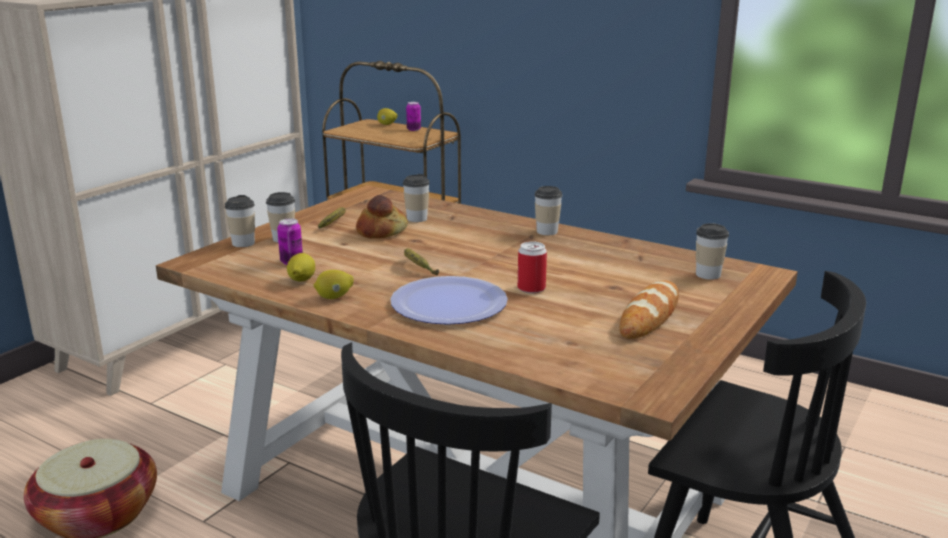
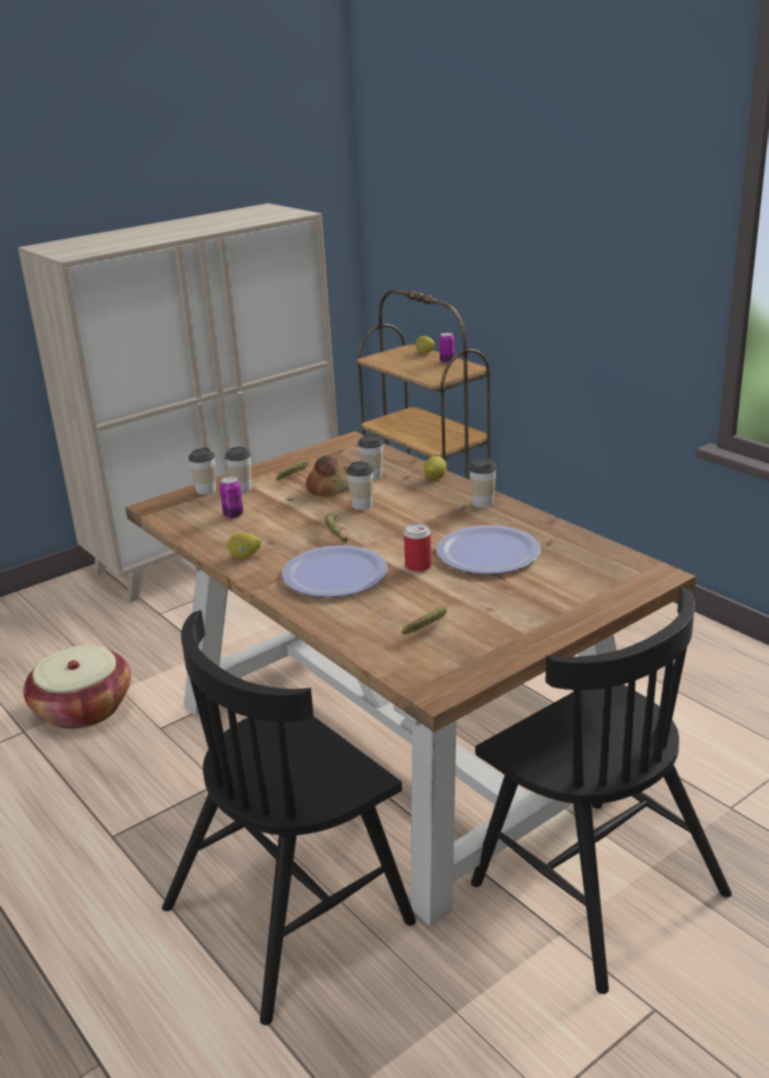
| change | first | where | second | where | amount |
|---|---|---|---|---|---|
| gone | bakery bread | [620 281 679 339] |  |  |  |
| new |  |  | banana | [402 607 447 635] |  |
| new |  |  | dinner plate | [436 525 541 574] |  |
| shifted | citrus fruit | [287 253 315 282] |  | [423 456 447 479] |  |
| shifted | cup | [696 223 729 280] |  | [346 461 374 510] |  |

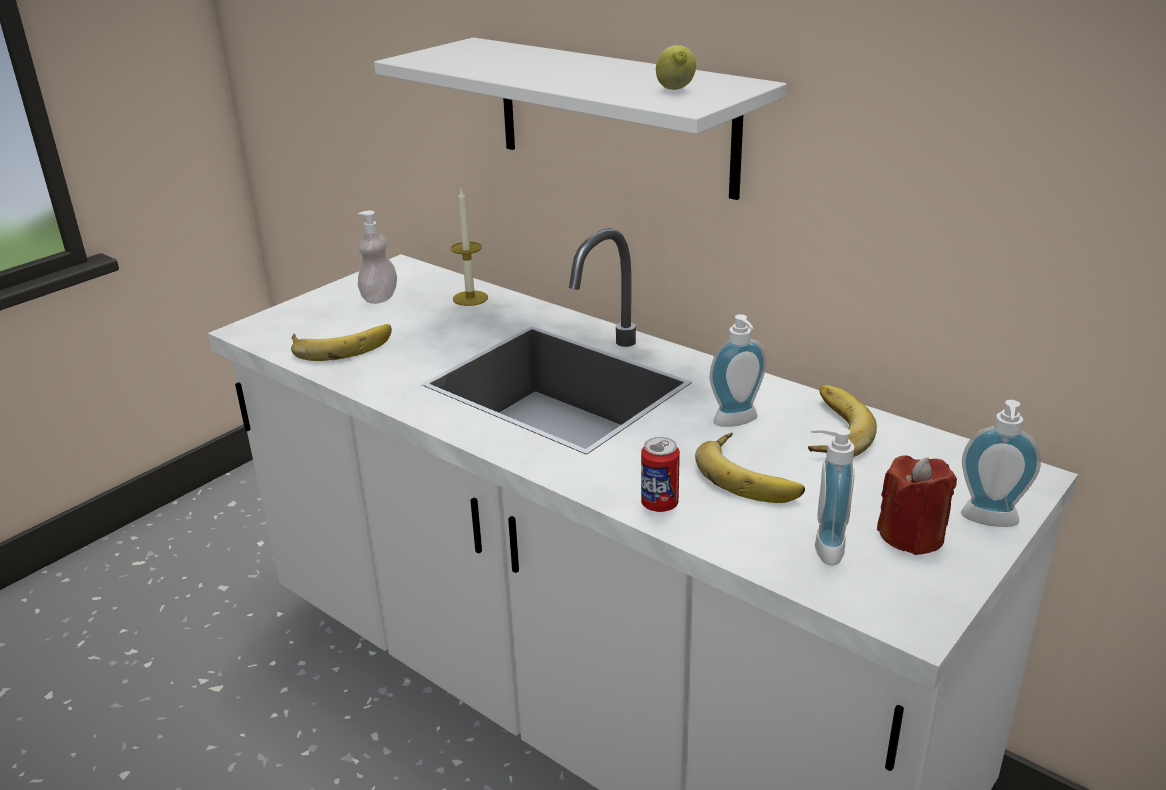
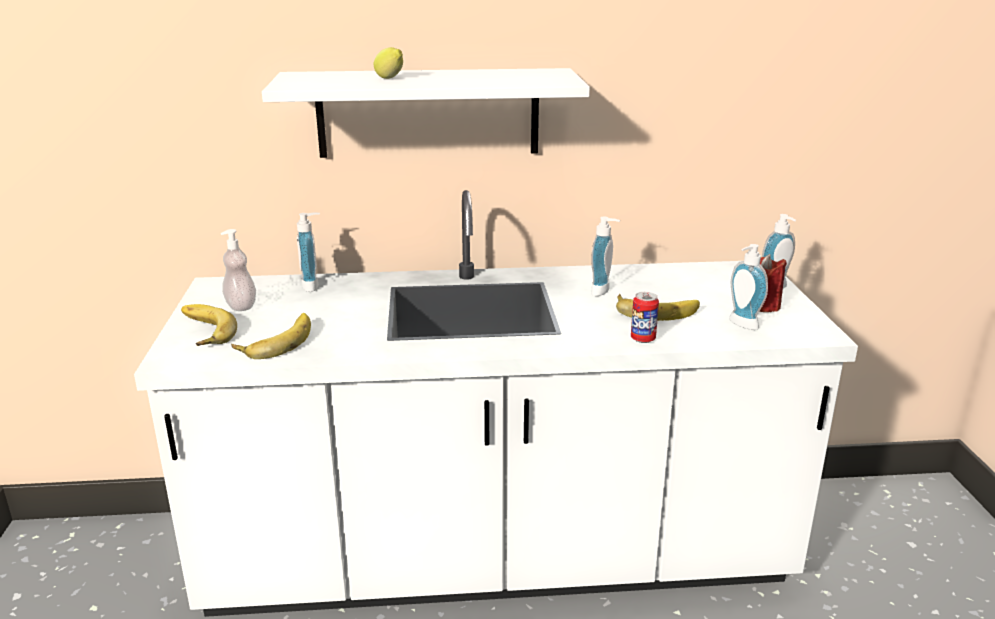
| change | first | where | second | where | amount |
|---|---|---|---|---|---|
| shifted | citrus fruit | [656 45 696 90] |  | [374 47 403 79] |  |
| shifted | banana | [808 385 877 457] |  | [181 304 237 346] |  |
| swapped | candle | [451 189 488 306] | soap bottle | [297 212 320 292] |  |

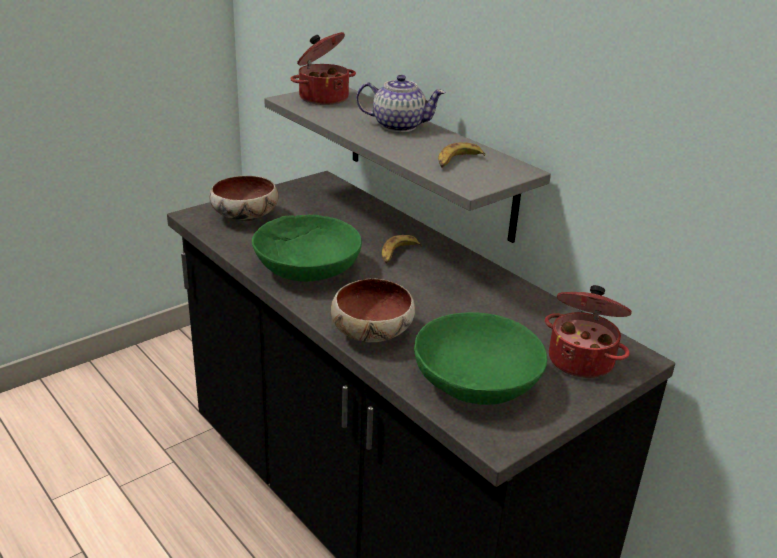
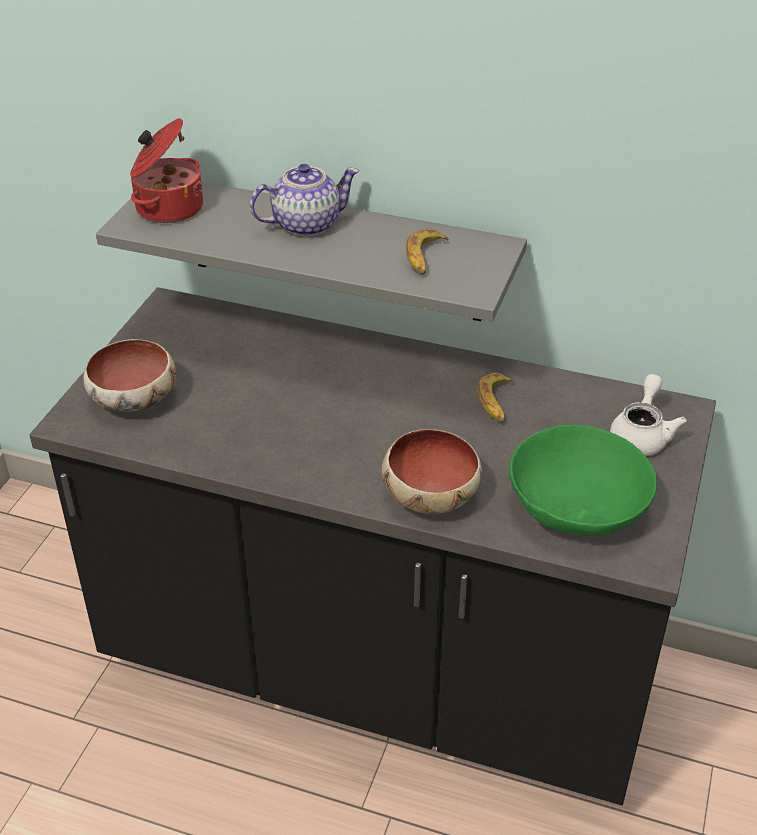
| change | first | where | second | where | amount |
|---|---|---|---|---|---|
| gone | greenish serving bowl | [252 215 362 282] |  |  |  |
| shifted | banana | [382 235 422 264] |  | [477 372 514 423] |  |
| swapped | saucepot | [545 285 632 378] | white tea pot | [610 374 687 456] |  |

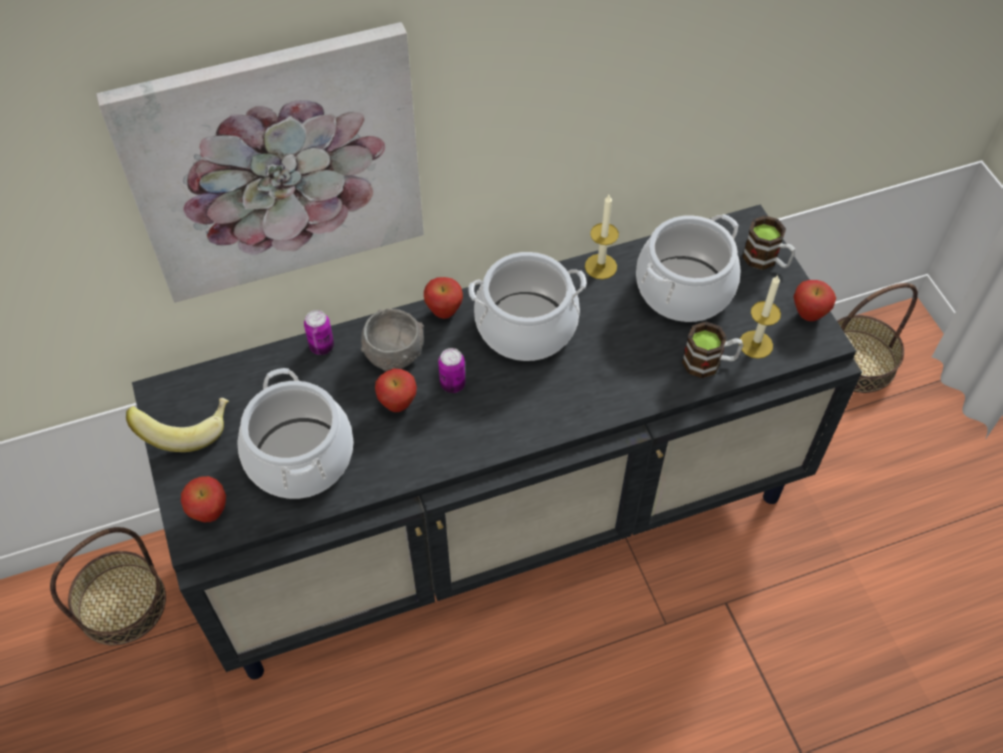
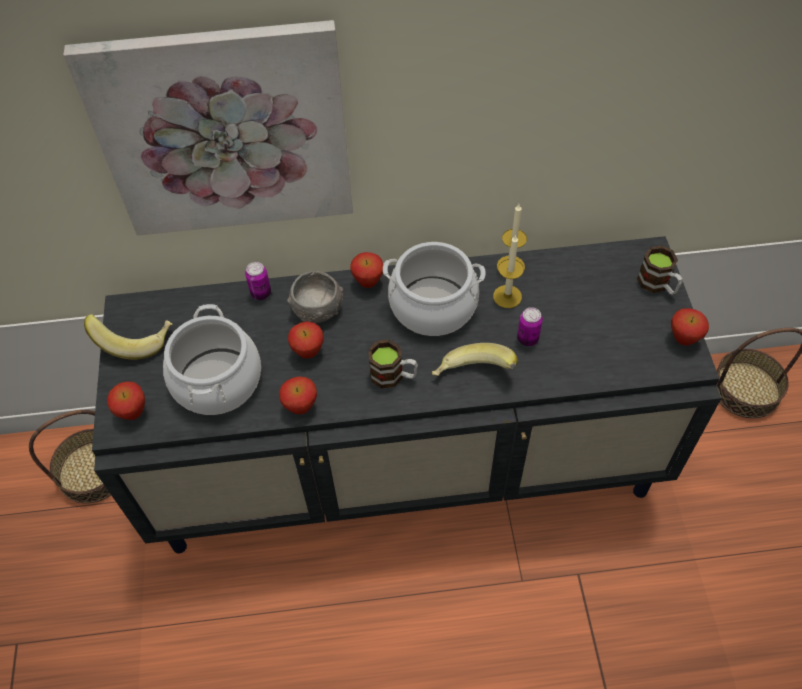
| change | first | where | second | where | amount |
|---|---|---|---|---|---|
| gone | saucepot | [636 214 741 322] |  |  |  |
| new |  |  | apple | [279 376 317 414] |  |
| new |  |  | banana | [432 343 518 376] |  |
| shifted | can | [438 348 466 393] |  | [517 307 543 346] |  |
| shifted | coffee mug | [682 322 743 378] |  | [368 339 418 389] |  |
| shifted | candle | [739 275 781 359] |  | [493 234 524 308] |  |

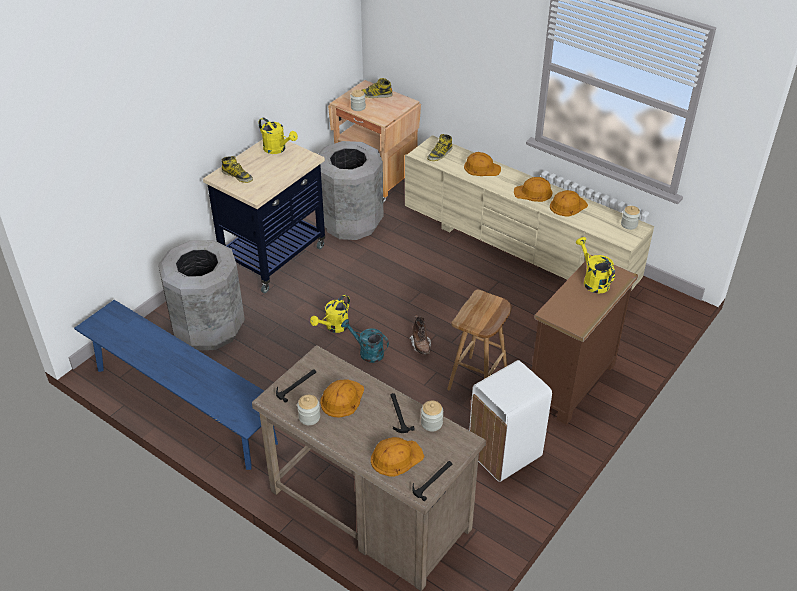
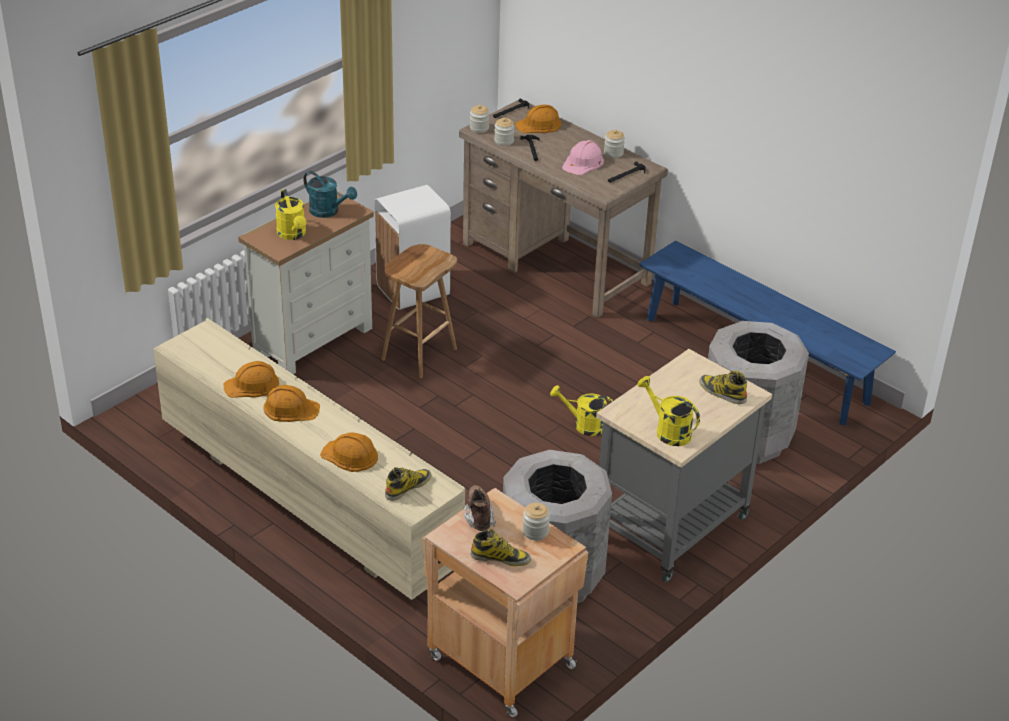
| change | first | where | second | where | amount |
|---|---|---|---|---|---|
| shifted | turquoise watering can | [341 319 389 363] |  | [303 171 357 218] |  |
| shifted | brownish high-top boot | [409 315 431 355] |  | [464 485 496 531] |  |
| shifted | storage jar | [621 206 640 230] |  | [470 105 490 133] |  |
| repainted | blue-coloured cart | [203 139 325 293] | grey cart | [596 349 772 583] |  |
| repainted | orange-coloured hard hat | [320 379 364 417] | pinkish hard hat | [562 140 604 175] |  |
| repainted | brownish drawer chest | [532 254 638 425] | white drawer chest | [238 191 374 374] |  |
| rotated | yellow watering can | [310 295 350 333] |  | [550 385 613 436] | 120 degrees counterclockwise |

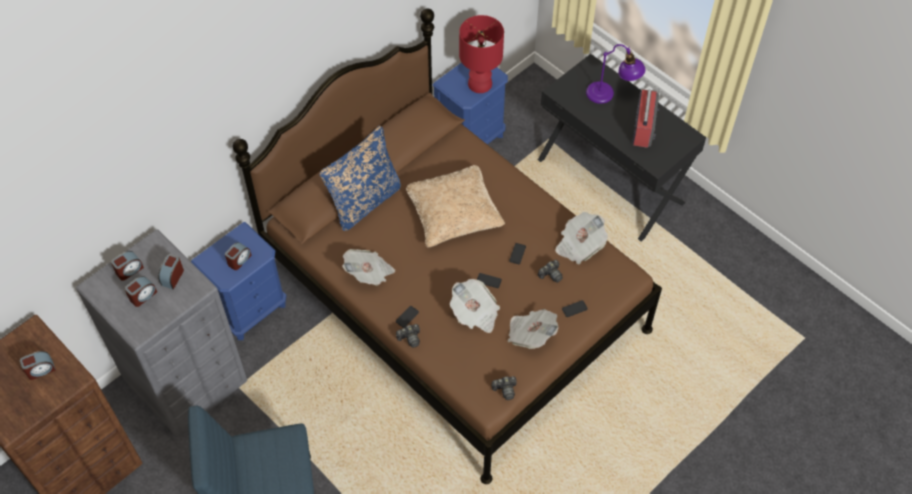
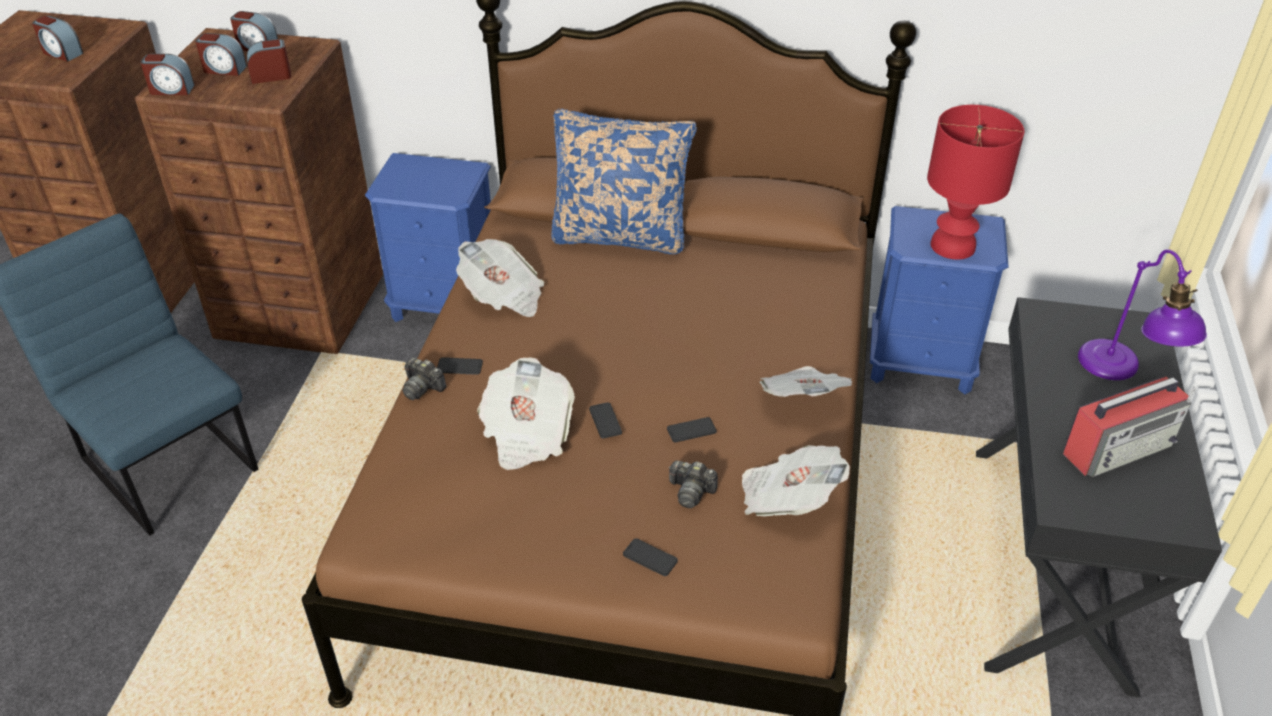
| change | first | where | second | where | amount |
|---|---|---|---|---|---|
| gone | sand-coloured cushion | [406 165 505 248] |  |  |  |
| gone | photo camera | [491 376 517 400] |  |  |  |
| shifted | bedside clock | [225 242 252 270] |  | [140 54 194 95] |  |
| shifted | newspaper | [508 309 559 349] |  | [760 366 852 397] |  |
| repainted | grey drawer chest | [76 230 247 437] | brownish drawer chest | [135 28 383 354] |  |

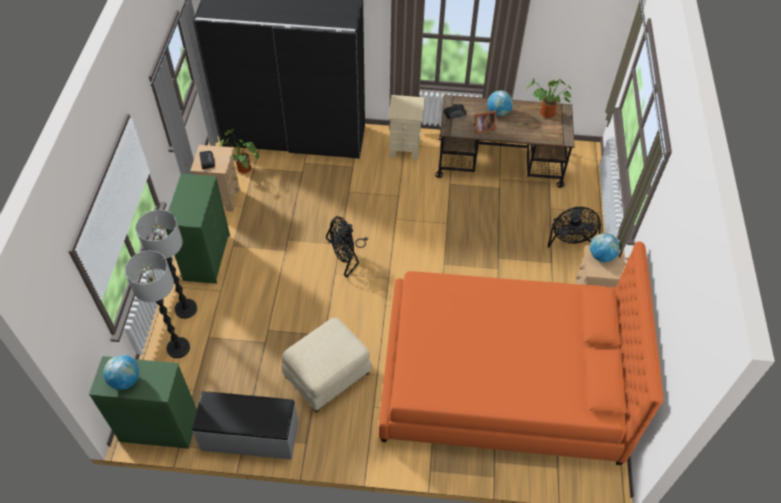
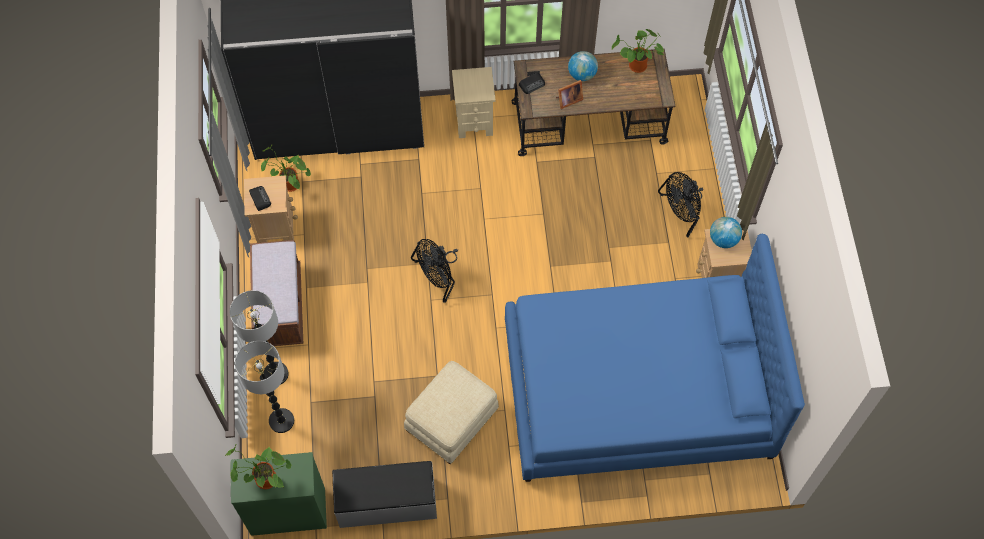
| change | first | where | second | where | amount |
|---|---|---|---|---|---|
| swapped | world globe | [103 355 140 390] | houseplant | [225 445 292 489] |  |
| swapped | greenish drawer chest | [166 174 230 284] | brownish indoor bench | [250 240 303 346] |  |
| repainted | orange-coloured bedroom bed | [379 241 664 465] | blue-coloured bedroom bed | [505 234 805 482] |  |
| rotated | black-coloured fan | [548 206 602 248] |  | [658 172 704 237] | 75 degrees clockwise |

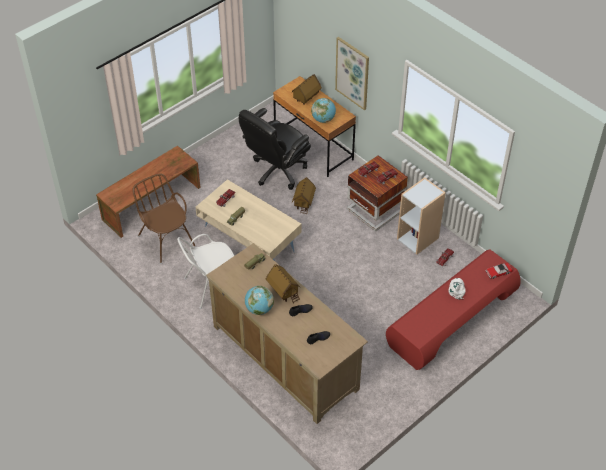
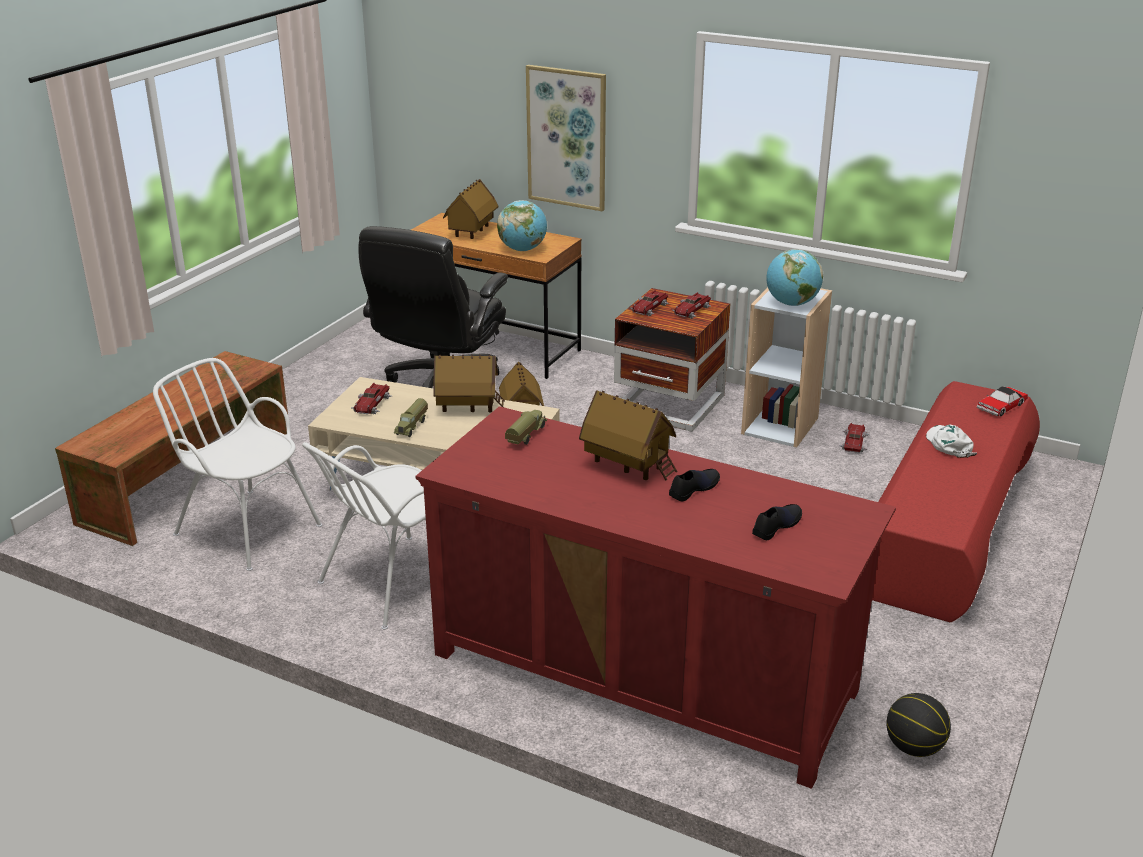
| change | first | where | second | where | amount |
|---|---|---|---|---|---|
| new |  |  | model house | [434 355 505 413] |  |
| new |  |  | basketball | [886 693 951 757] |  |
| shifted | world globe | [245 286 274 315] |  | [766 249 823 306] |  |
| repainted | brownish plain chair | [132 173 196 264] | white plain chair | [153 358 322 571] |  |
| repainted | sand-coloured drawer chest | [206 243 368 424] | reddish drawer chest | [415 406 896 789] |  |

